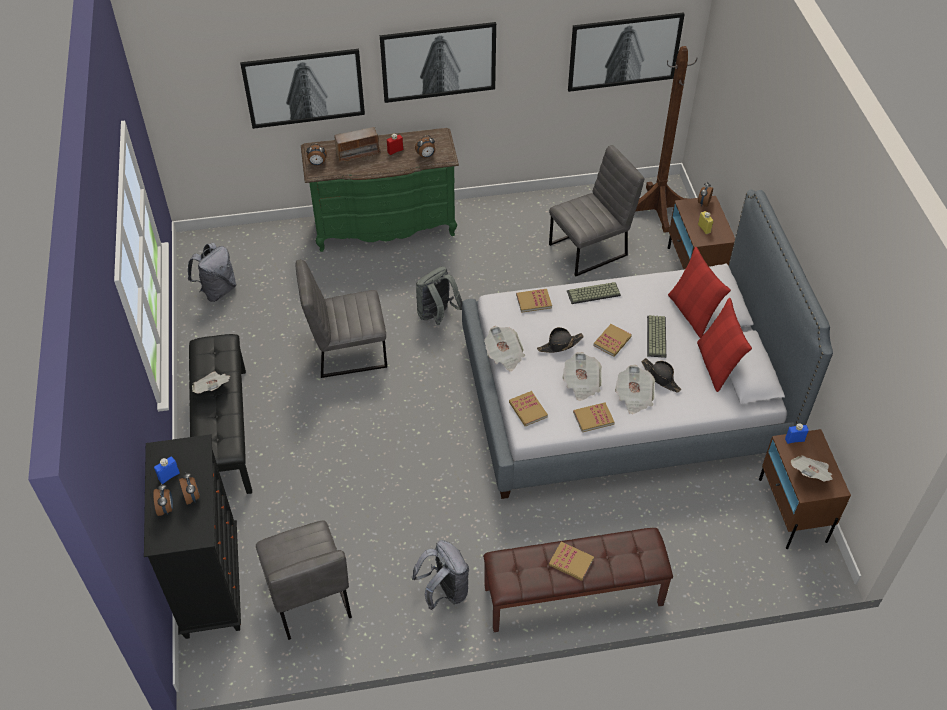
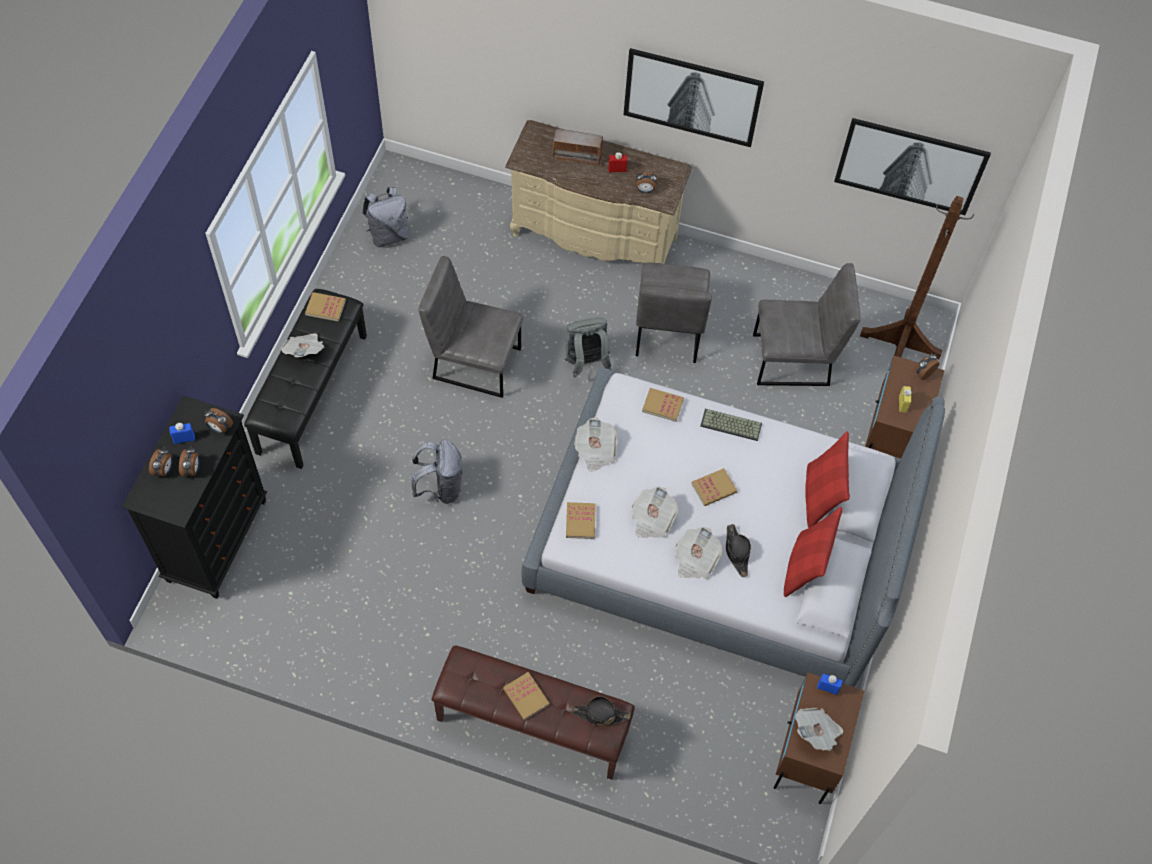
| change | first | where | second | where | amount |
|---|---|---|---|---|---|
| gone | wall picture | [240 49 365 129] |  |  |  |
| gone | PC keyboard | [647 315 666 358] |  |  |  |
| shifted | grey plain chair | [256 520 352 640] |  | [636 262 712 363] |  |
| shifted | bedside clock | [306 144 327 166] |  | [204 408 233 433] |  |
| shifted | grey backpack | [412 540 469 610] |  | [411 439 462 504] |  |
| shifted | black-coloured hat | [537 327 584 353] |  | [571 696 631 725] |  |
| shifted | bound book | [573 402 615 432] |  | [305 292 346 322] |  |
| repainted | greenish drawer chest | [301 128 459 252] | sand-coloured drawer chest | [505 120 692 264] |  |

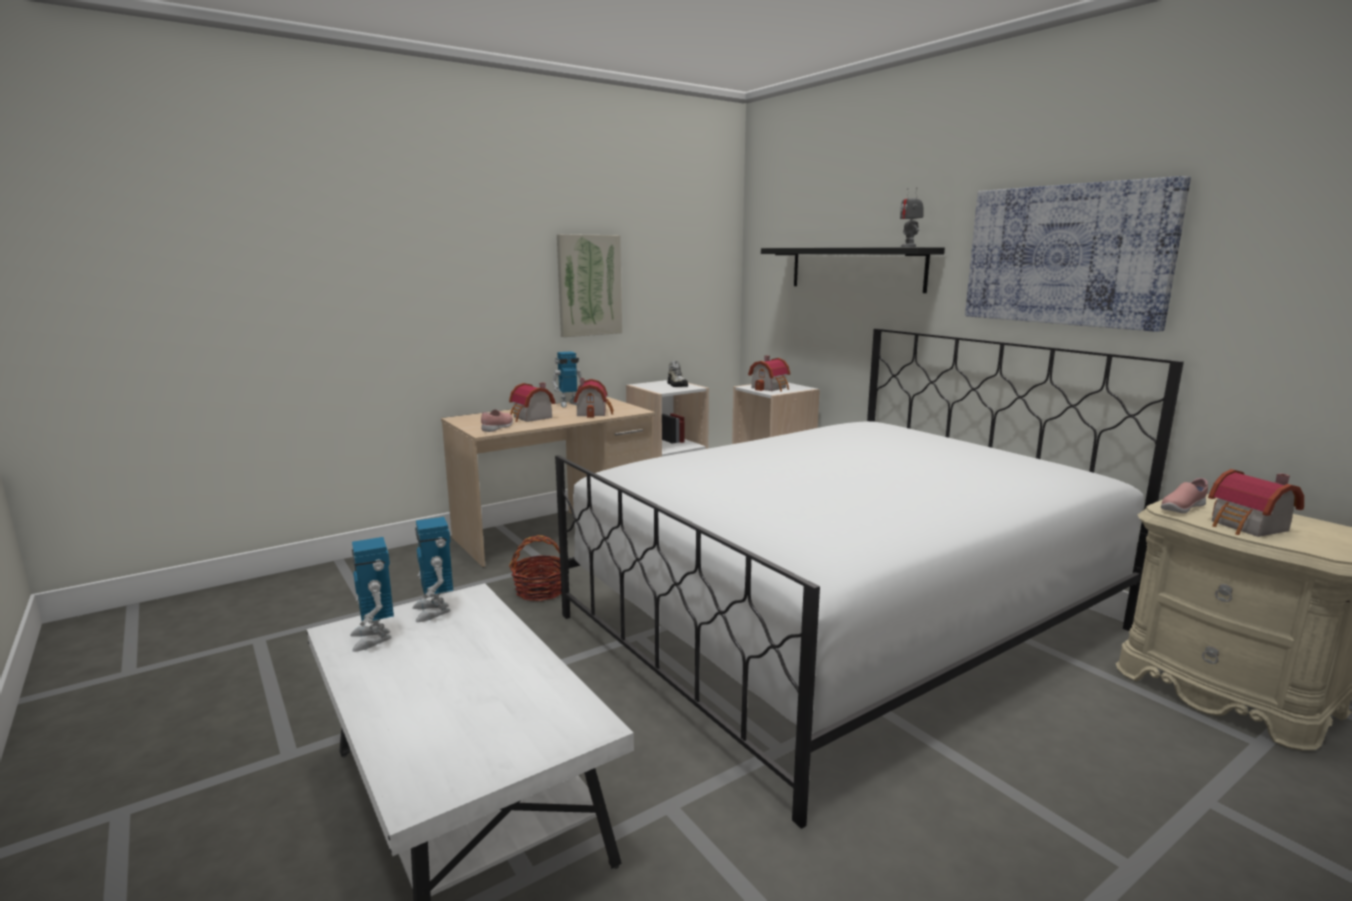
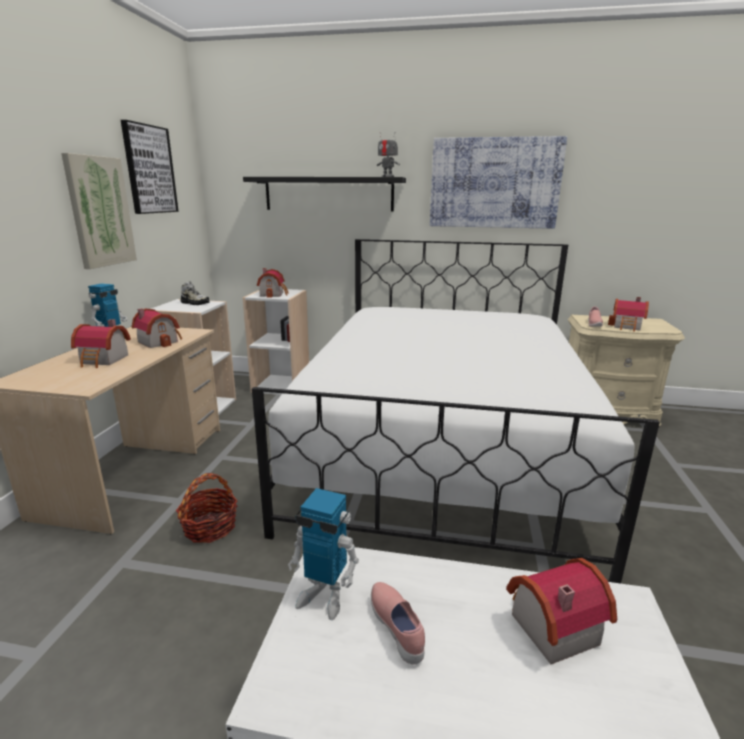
| change | first | where | second | where | amount |
|---|---|---|---|---|---|
| gone | model robot | [350 537 394 652] |  |  |  |
| new |  |  | wall picture | [121 120 179 214] |  |
| new |  |  | model house | [506 558 617 664] |  |
| shifted | pinkish low shoe | [481 409 513 432] |  | [371 582 425 664] |  |

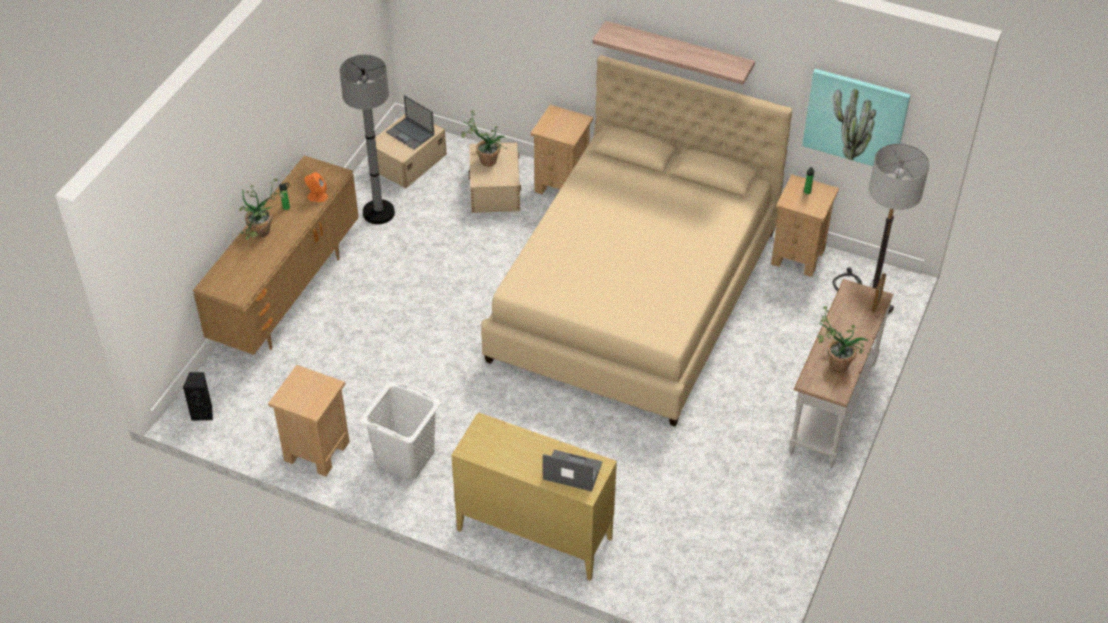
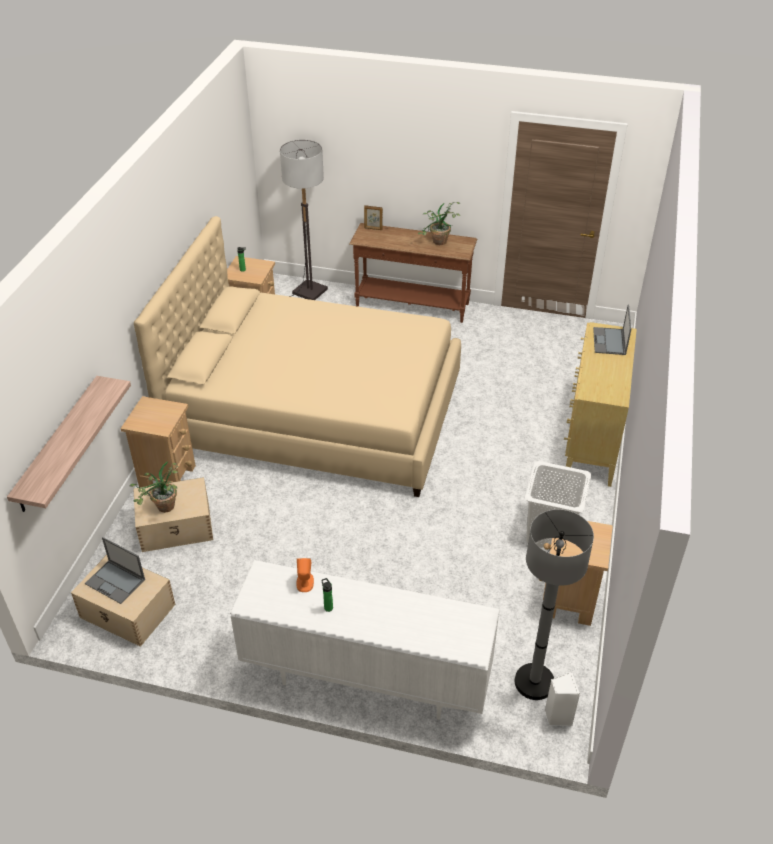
| change | first | where | second | where | amount |
|---|---|---|---|---|---|
| gone | houseplant | [239 179 287 240] |  |  |  |
| gone | wall picture | [802 69 911 166] |  |  |  |
| shifted | grey standard lamp | [339 55 395 224] |  | [515 509 594 700] |  |
| shifted | bracket shelf | [592 21 755 85] |  | [7 376 131 512] |  |
| repainted | black-coloured loudspeaker | [183 372 213 421] | white loudspeaker | [544 672 580 726] |  |
| repainted | brownish drawer chest | [193 156 359 355] | white drawer chest | [230 560 500 720] |  |
| repainted | white console table | [789 279 893 468] | brownish console table | [349 223 477 323] |  |
| rotated | notebook computer | [386 95 434 149] |  | [85 537 145 604] | 90 degrees clockwise |

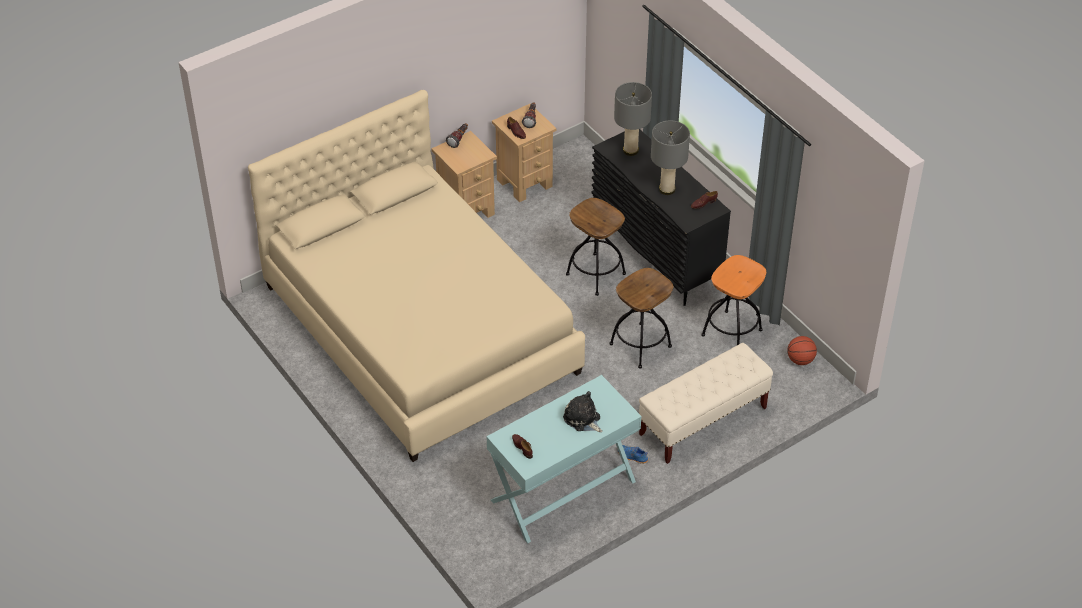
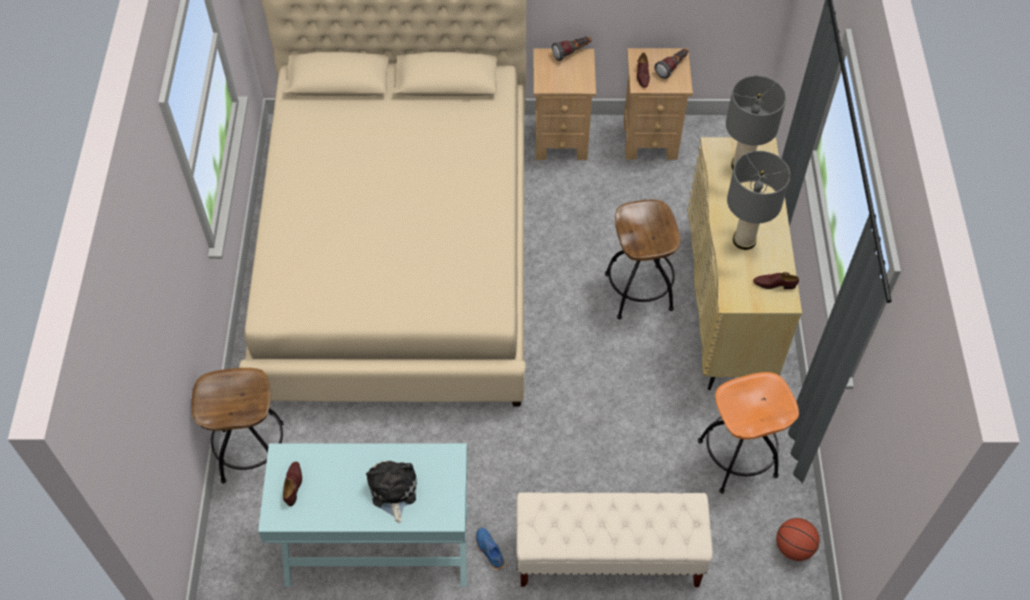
| change | first | where | second | where | amount |
|---|---|---|---|---|---|
| shifted | brownish sitting stool | [609 268 673 368] |  | [192 368 284 484] |  |
| repainted | black-coloured drawer chest | [591 129 731 306] | sand-coloured drawer chest | [687 137 802 390] |  |

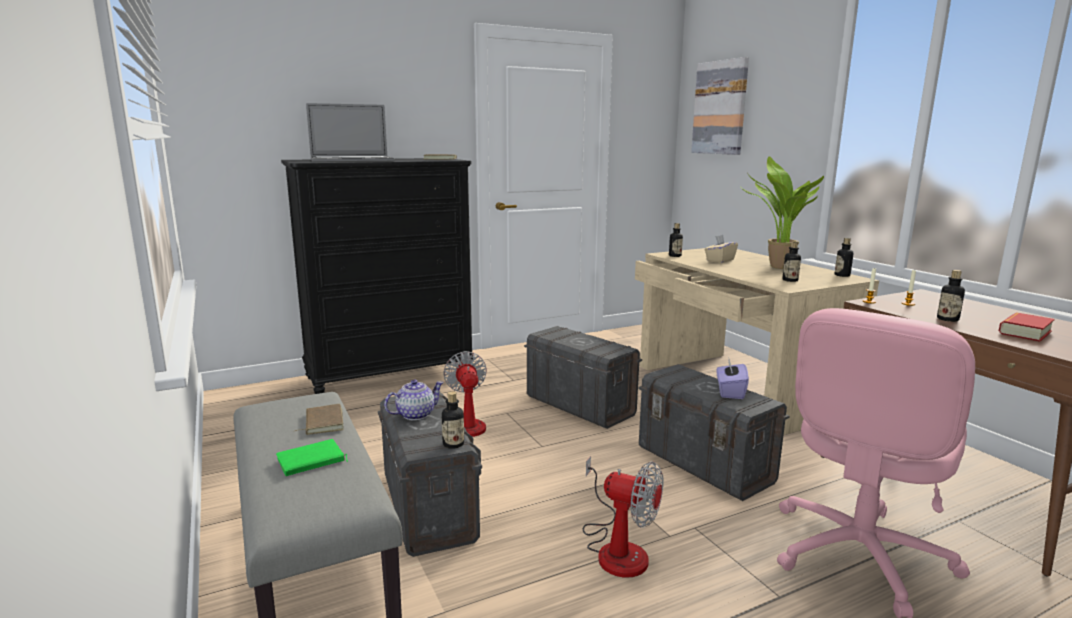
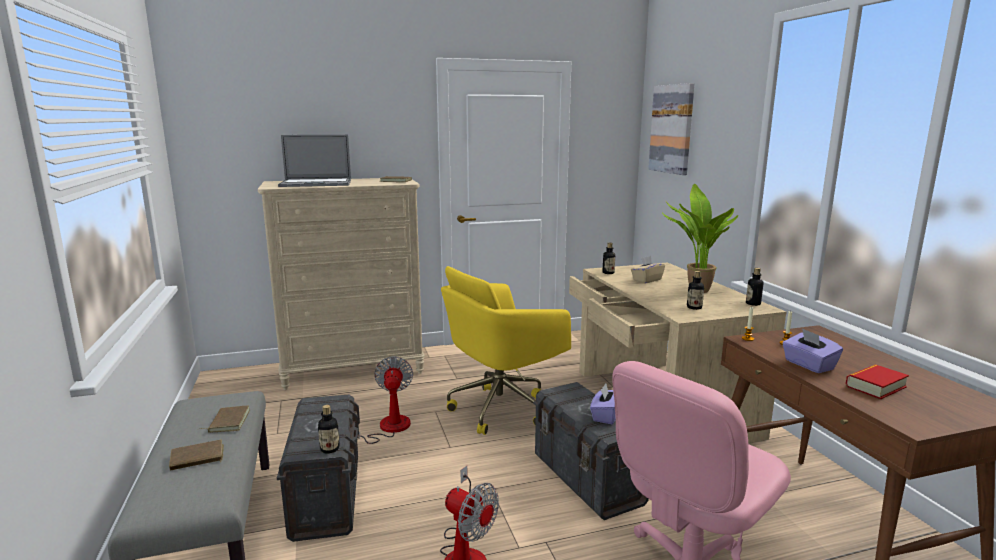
| change | first | where | second | where | amount |
|---|---|---|---|---|---|
| gone | tea pot | [384 380 444 420] |  |  |  |
| swapped | grey storage container | [524 326 642 429] | yellow office chair | [441 266 571 435] |  |
| swapped | beverage bottle | [937 270 965 322] | purple tissue box | [782 328 843 373] |  |
| repainted | greenish bound book | [276 439 348 476] | brownish bound book | [169 439 224 471] |  |
| repainted | black-coloured drawer chest | [281 158 474 394] | sand-coloured drawer chest | [258 178 425 390] |  |

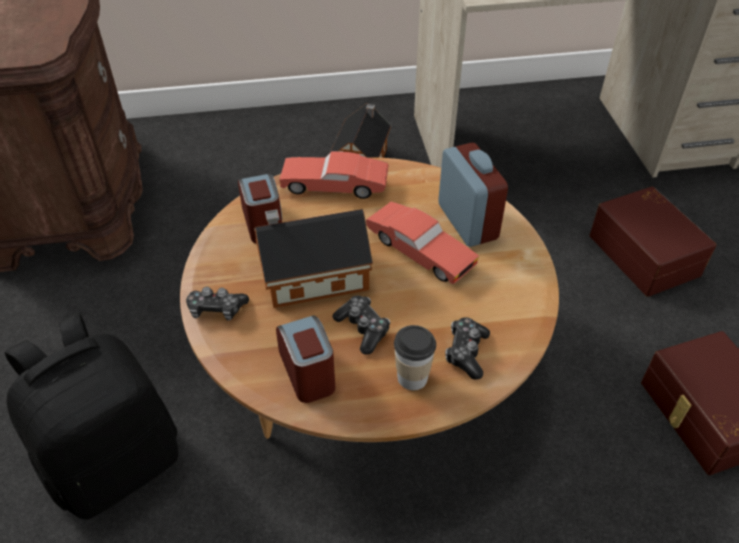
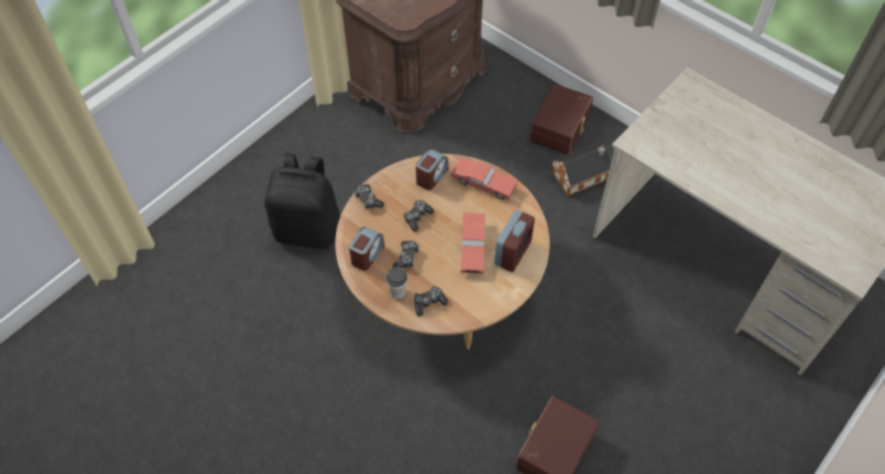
| change | first | where | second | where | amount |
|---|---|---|---|---|---|
| shifted | brownish storage container | [589 187 716 297] |  | [530 84 593 155] |  |
| swapped | model house | [254 209 373 308] | gamepad | [403 200 434 232] |  |
| rotated | reddish toy car | [279 151 389 199] |  | [450 159 518 200] | 150 degrees clockwise |

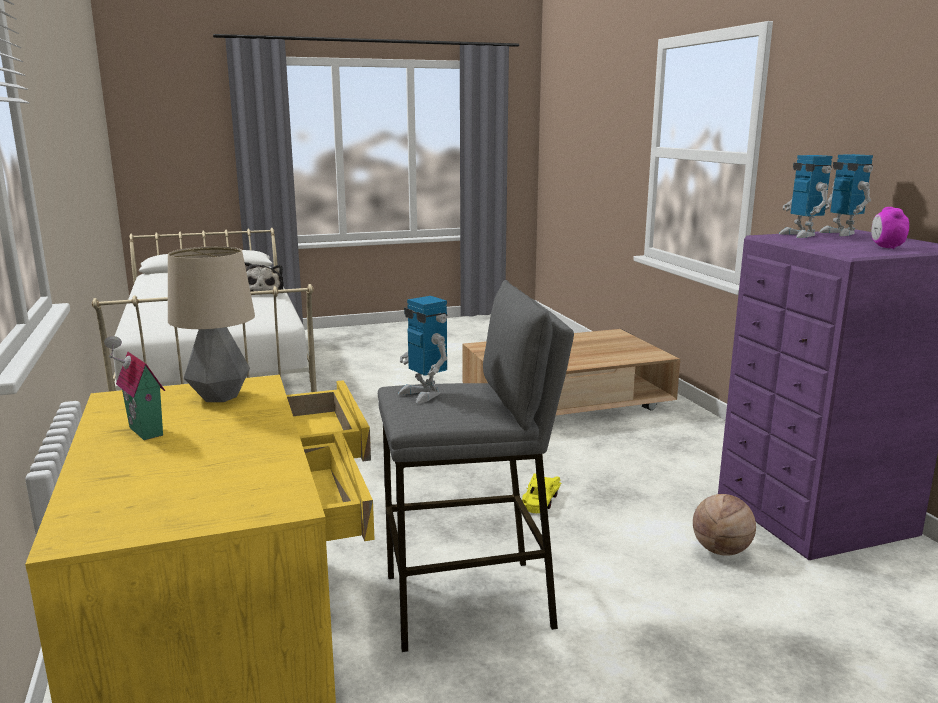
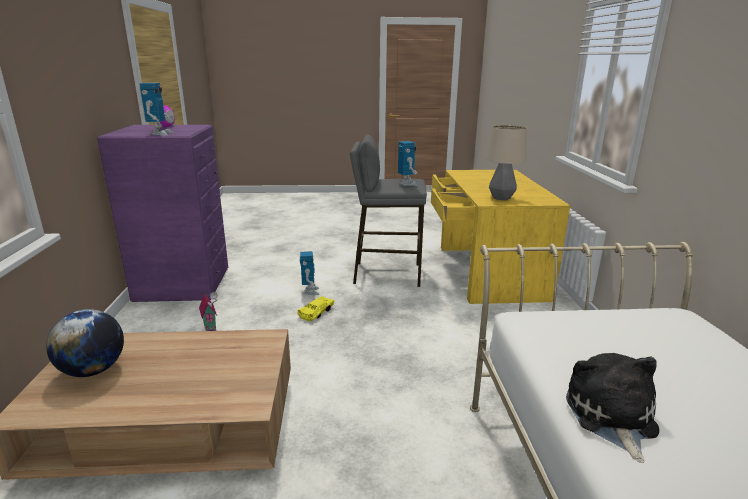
| change | first | where | second | where | amount |
|---|---|---|---|---|---|
| gone | basketball | [693 494 756 556] |  |  |  |
| new |  |  | world globe | [46 309 124 377] |  |
| shifted | model house | [104 336 165 440] |  | [199 292 218 331] |  |
| shifted | model robot | [819 154 873 236] |  | [300 251 320 295] |  |

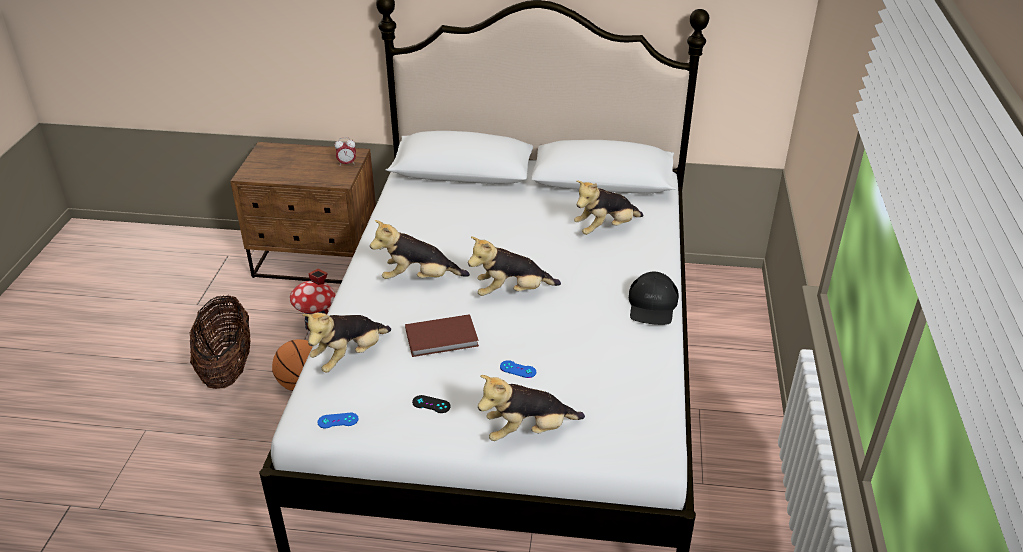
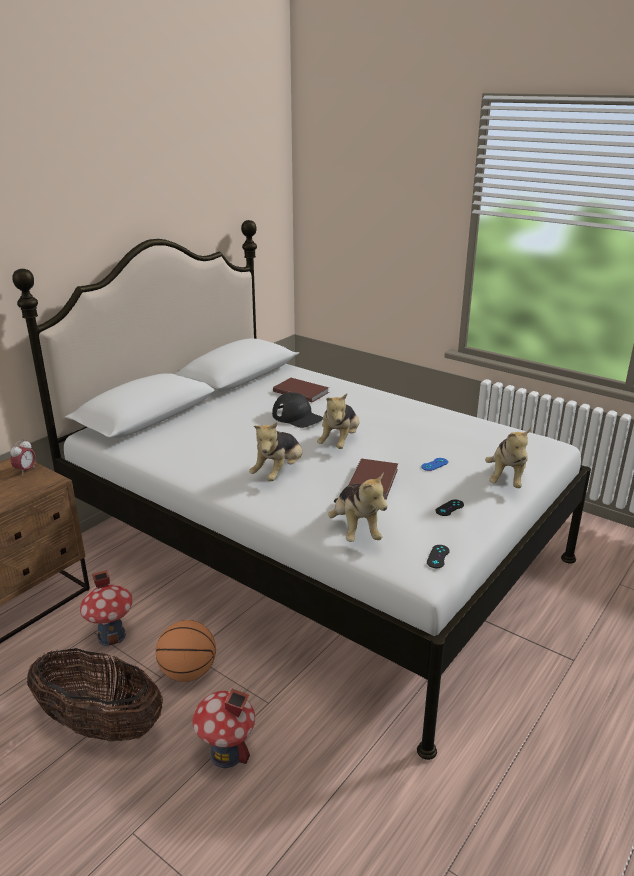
| change | first | where | second | where | amount |
|---|---|---|---|---|---|
| new |  |  | model house | [192 689 255 768] |  |
| shifted | black-coloured peaked cap | [629 272 679 325] |  | [272 392 323 428] |  |
| swapped | cuddly toy | [574 180 643 235] | brownish bound book | [273 378 329 403] |  |
| repainted | blue-coloured gamepad | [318 413 358 428] | black-coloured gamepad | [427 545 450 568] |  |

